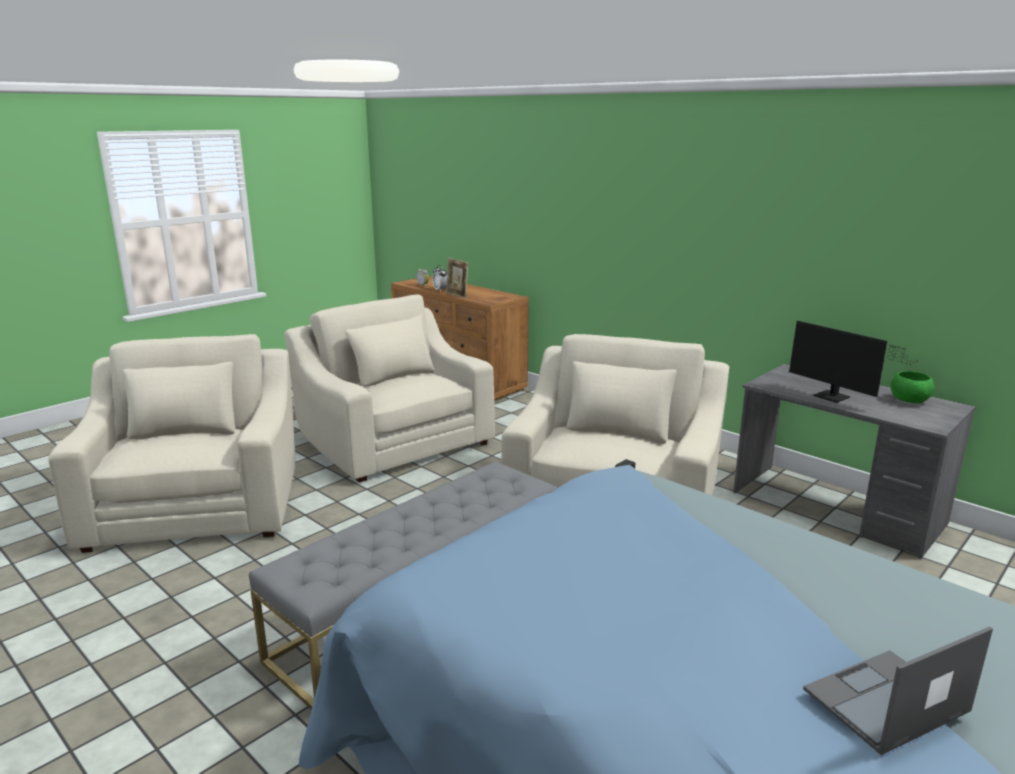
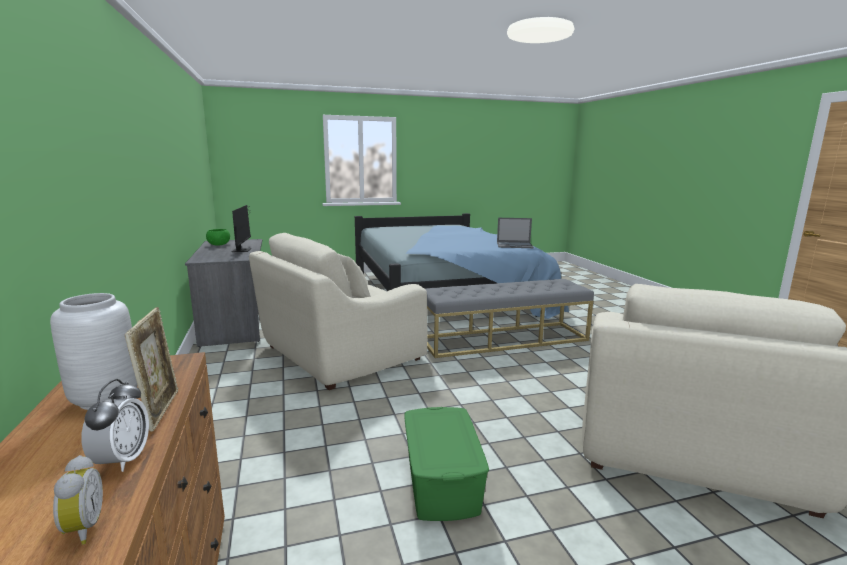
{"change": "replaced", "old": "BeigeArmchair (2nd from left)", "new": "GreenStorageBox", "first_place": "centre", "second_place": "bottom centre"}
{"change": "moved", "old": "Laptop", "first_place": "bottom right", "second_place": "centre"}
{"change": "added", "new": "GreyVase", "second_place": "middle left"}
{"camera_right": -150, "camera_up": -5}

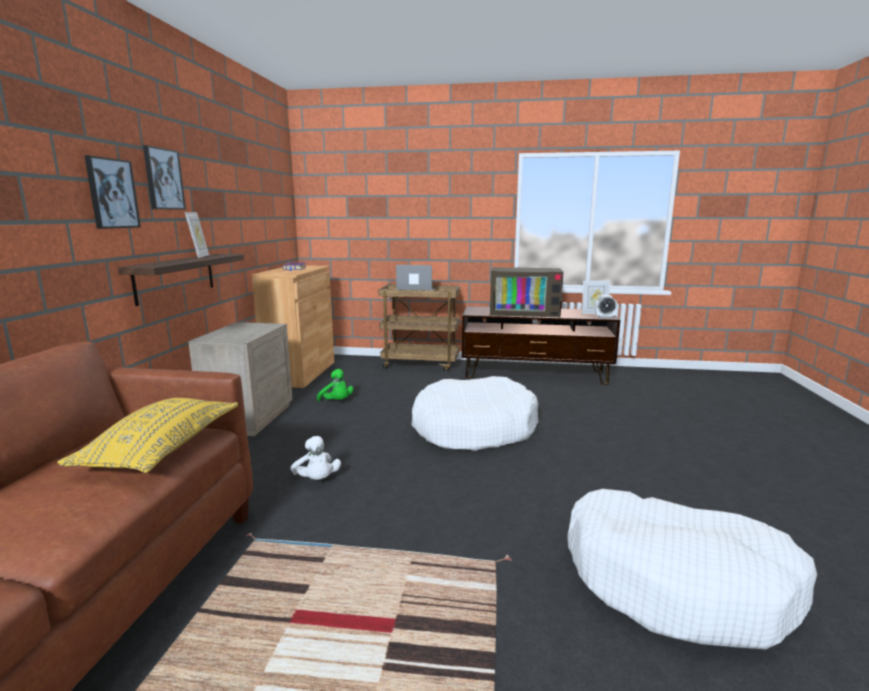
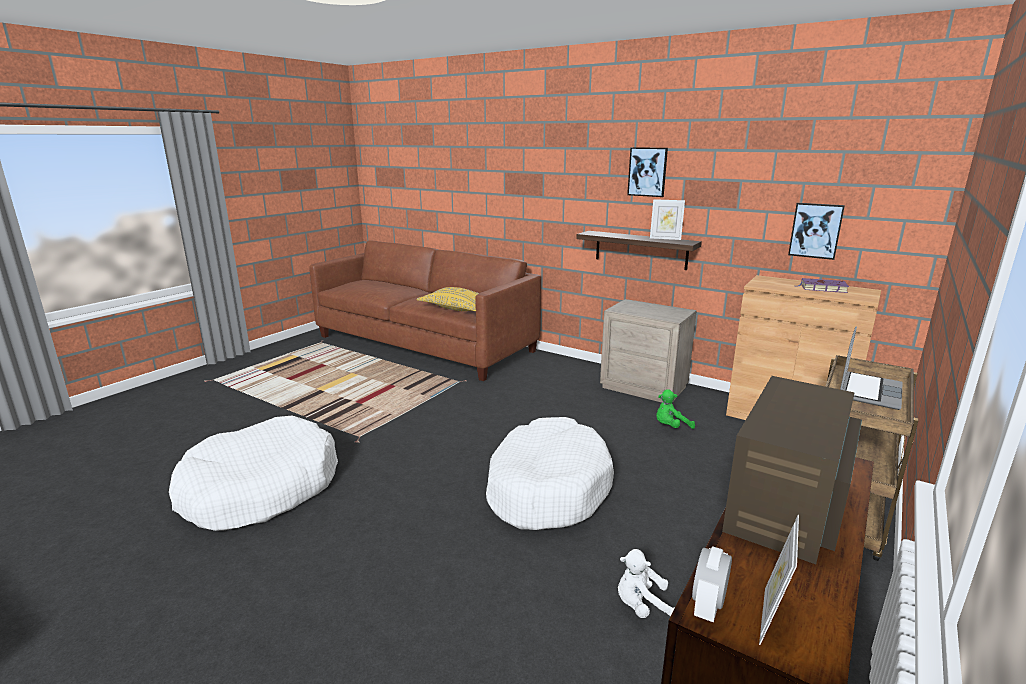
{"change": "moved", "old": "Picture (1st from left in the first image)", "new": "Picture (2nd from left)", "first_place": "top left", "second_place": "middle right"}
{"change": "moved", "old": "WhitePlushToy", "first_place": "centre", "second_place": "bottom centre"}
{"camera_right": 115, "camera_up": 5}

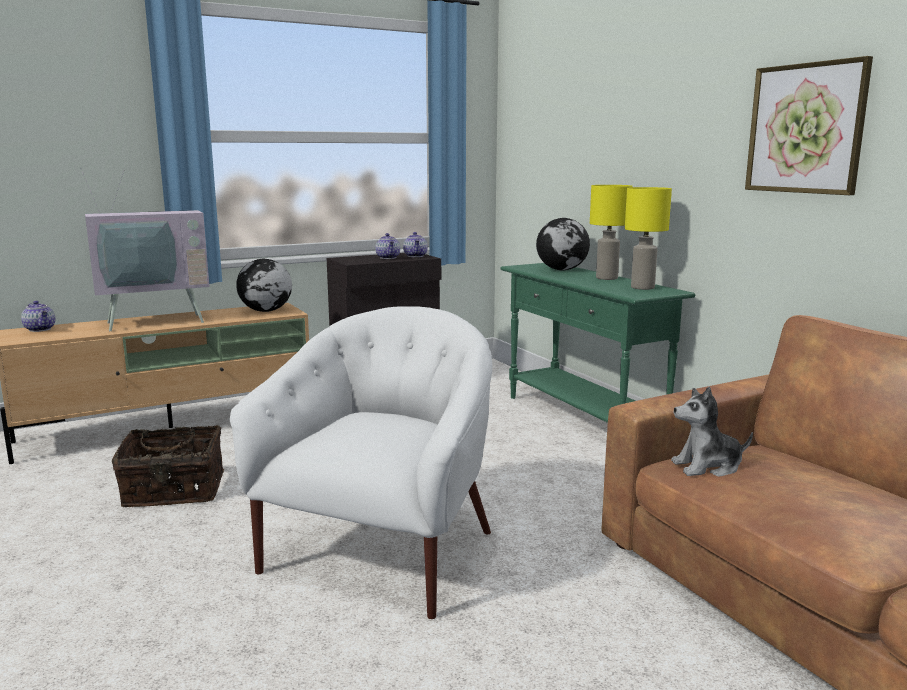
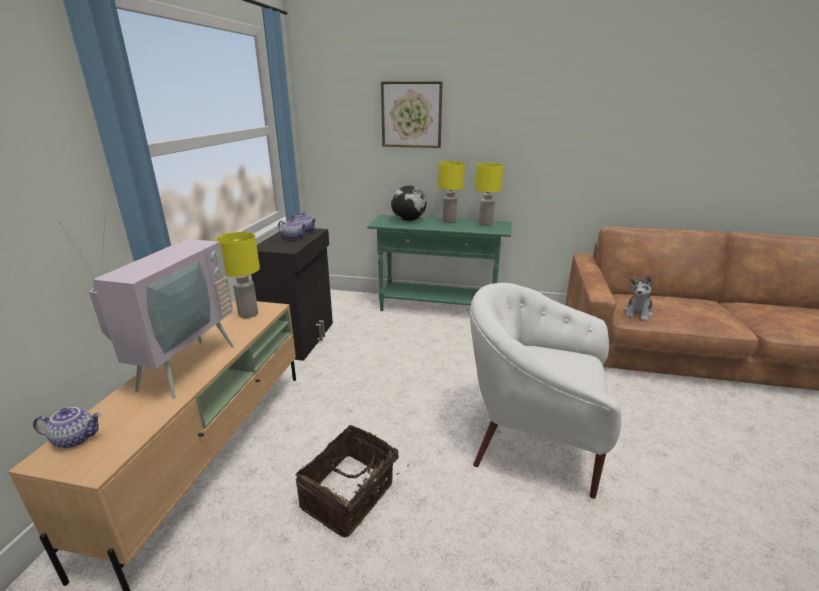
{"change": "turned", "old": "WhiteArmchair", "first_place": "bottom centre", "second_place": "centre", "degrees": -45}
{"change": "replaced", "old": "Globe (1st from left)", "new": "YellowTableLamp (1st from left)", "first_place": "middle left", "second_place": "middle left"}
{"change": "moved", "old": "Picture", "first_place": "top right", "second_place": "top centre"}
{"camera_right": -50, "camera_up": 10}

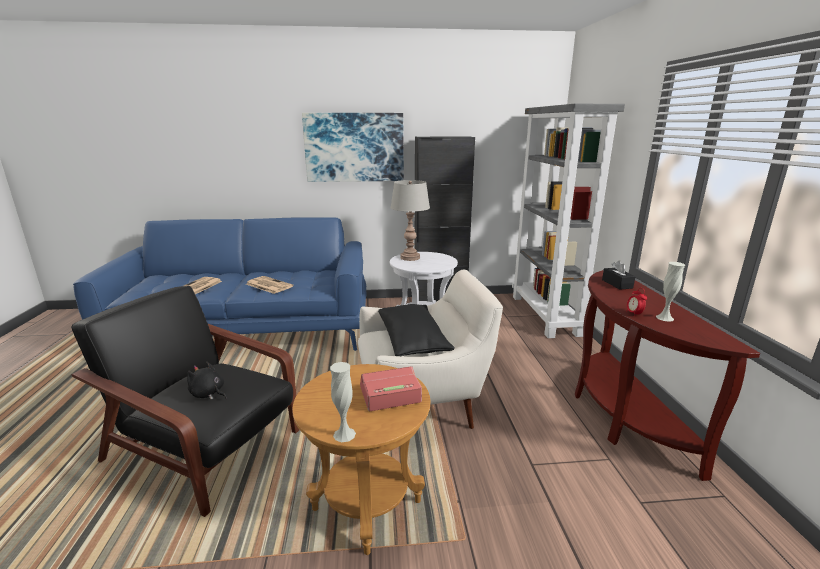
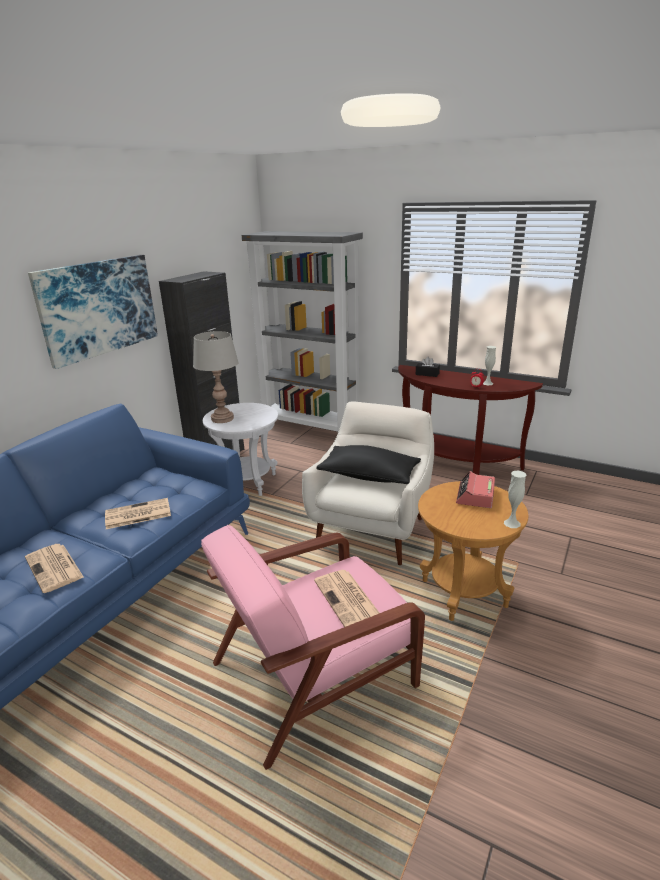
{"change": "recoloured", "old": "BlackArmchair", "new": "PinkArmchair", "first_place": "bottom left", "second_place": "bottom centre"}
{"change": "replaced", "old": "BlackPlushToy", "new": "Newspaper (3rd from left)", "first_place": "bottom left", "second_place": "bottom centre"}
{"camera_right": -55, "camera_up": 5}

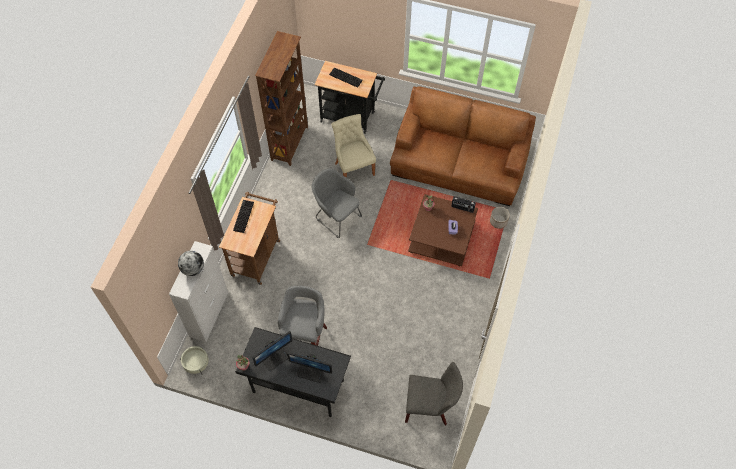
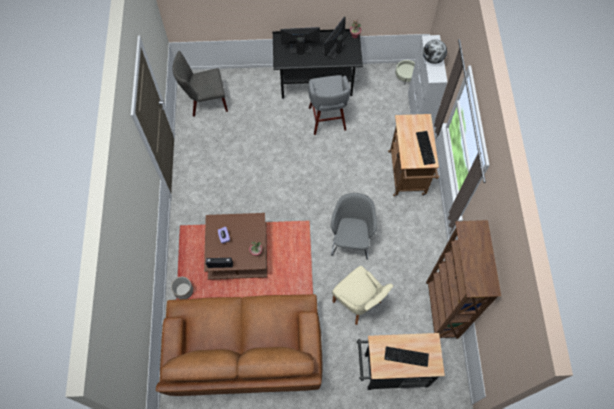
{"change": "turned", "old": "GreyArmchair", "first_place": "centre", "second_place": "centre", "degrees": -105}
{"camera_right": 160, "camera_up": 5}

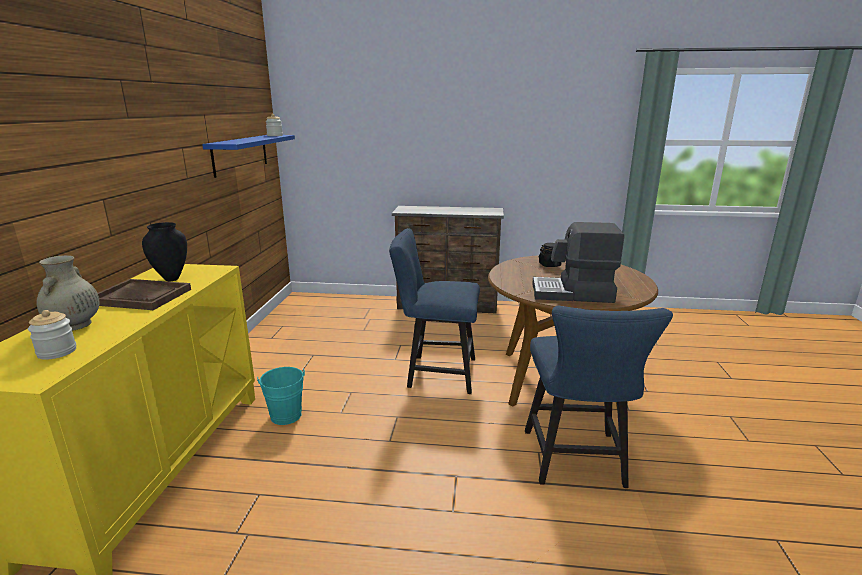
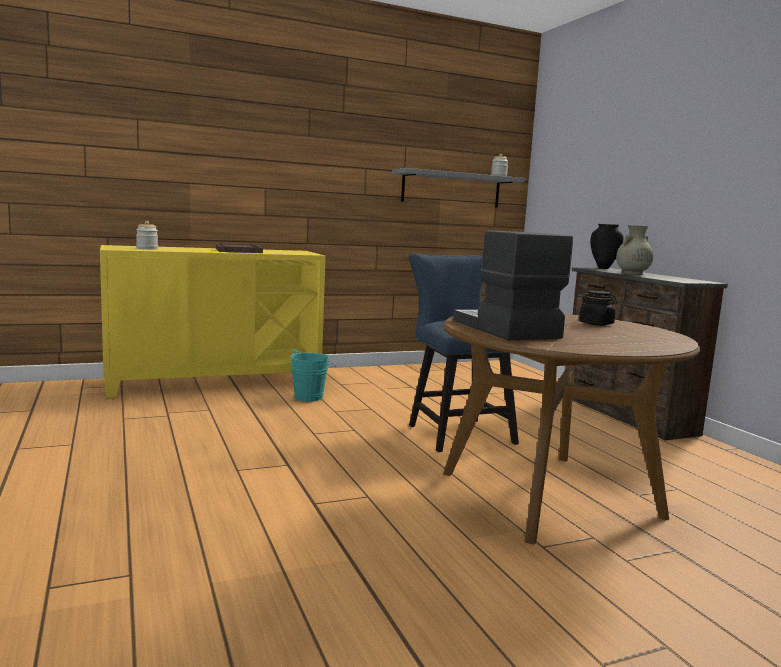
{"change": "moved", "old": "BeigeVase", "first_place": "middle left", "second_place": "middle right"}
{"change": "moved", "old": "BlackVase", "first_place": "middle left", "second_place": "middle right"}
{"change": "recoloured", "old": "BlueShelf", "new": "GreyShelf", "first_place": "top left", "second_place": "top centre"}
{"change": "removed", "old": "BlueChair (2nd from left)", "first_place": "bottom right"}
{"camera_right": 60, "camera_up": -10}

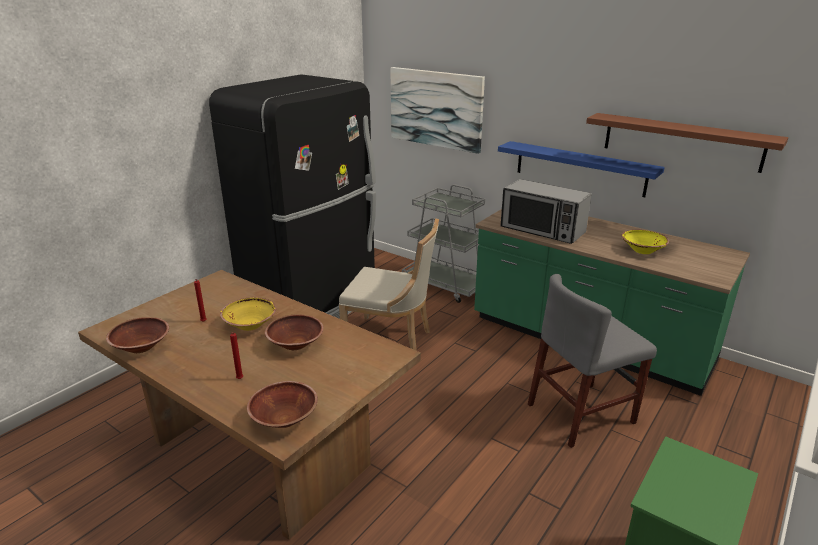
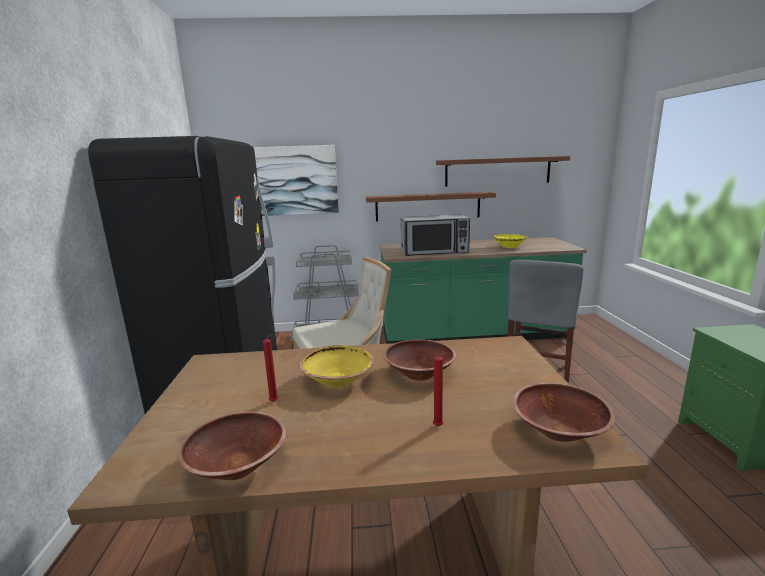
{"change": "recoloured", "old": "BlueShelf", "new": "BrownShelf (1st from left)", "first_place": "top right", "second_place": "centre"}
{"camera_right": -40, "camera_up": -10}

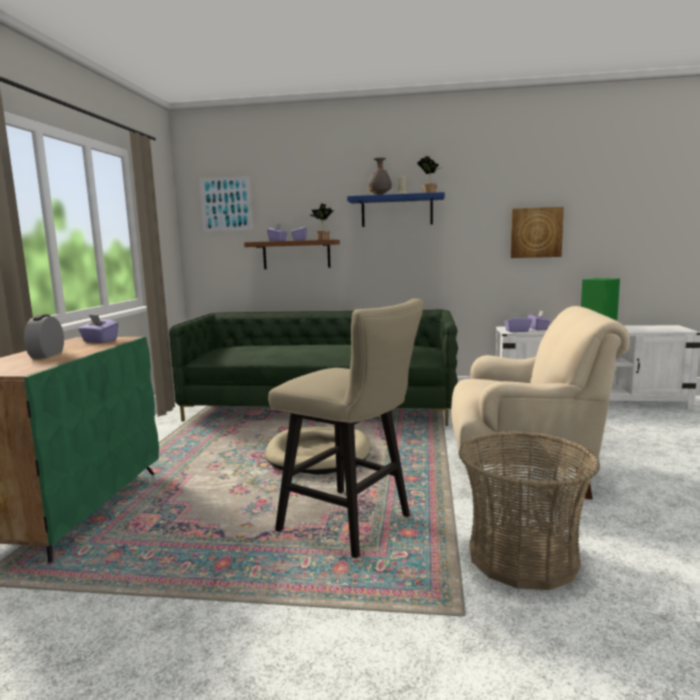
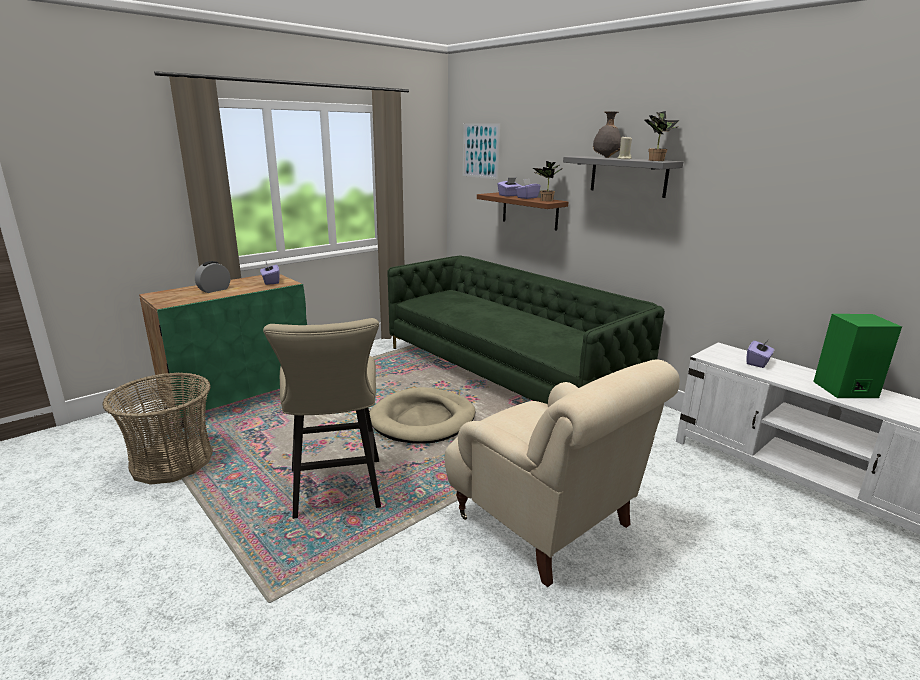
{"change": "recoloured", "old": "BlueShelf", "new": "GreyShelf", "first_place": "top centre", "second_place": "top right"}
{"change": "moved", "old": "Basket", "first_place": "bottom right", "second_place": "middle left"}
{"change": "removed", "old": "PurpleTissueBox (4th from left)", "first_place": "middle right"}
{"change": "removed", "old": "Picture (2nd from left)", "first_place": "top right"}
{"camera_right": 40, "camera_up": 10}

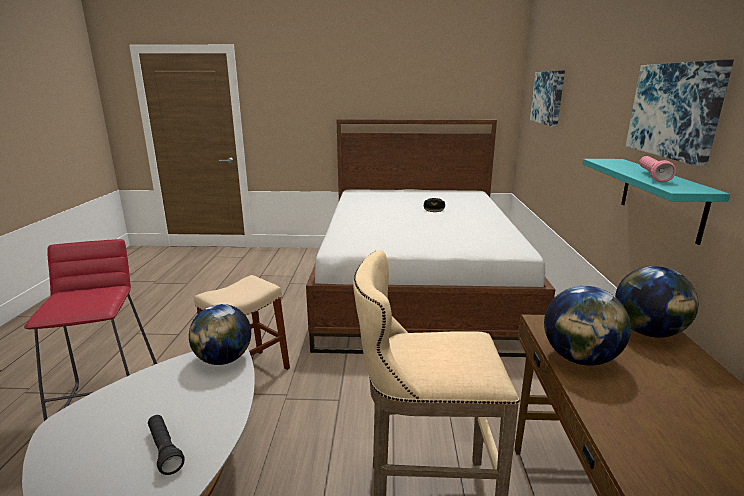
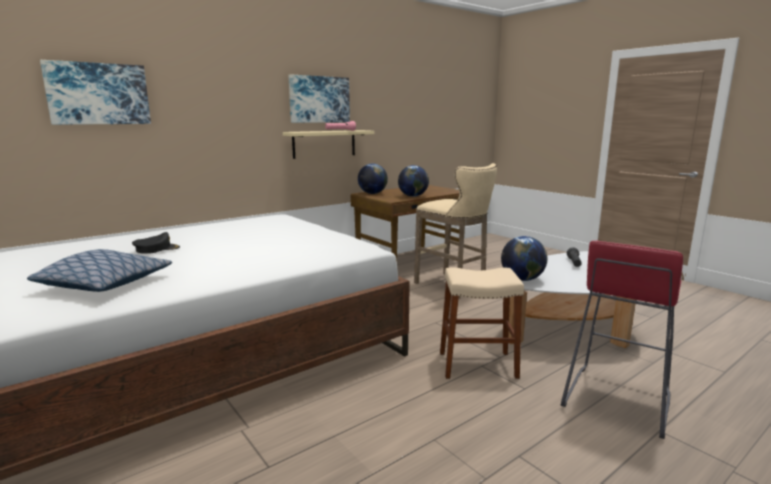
{"change": "recoloured", "old": "TurquoiseShelf", "new": "BeigeShelf", "first_place": "middle right", "second_place": "top centre"}
{"change": "added", "new": "Pillow", "second_place": "middle left"}
{"camera_right": -130, "camera_up": -5}

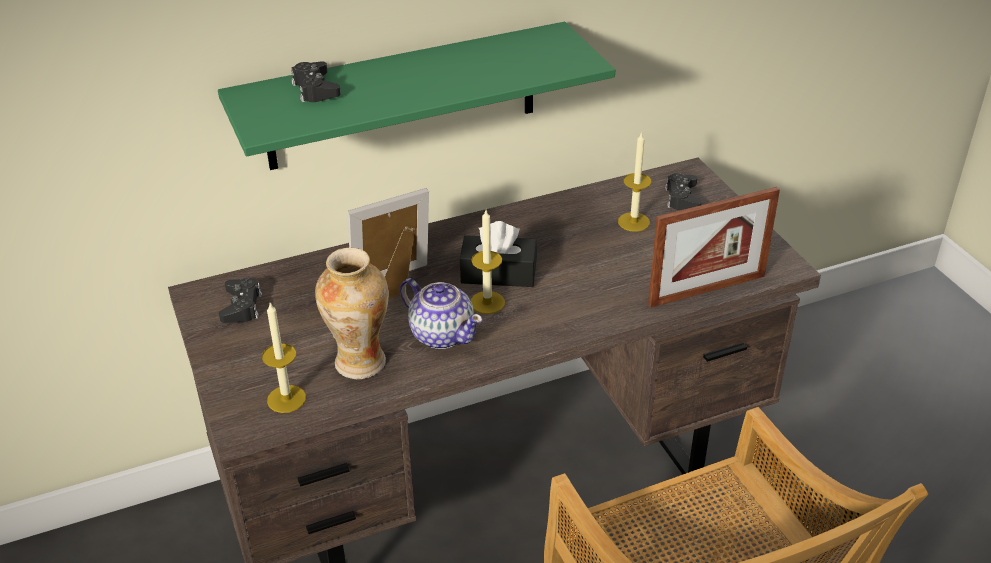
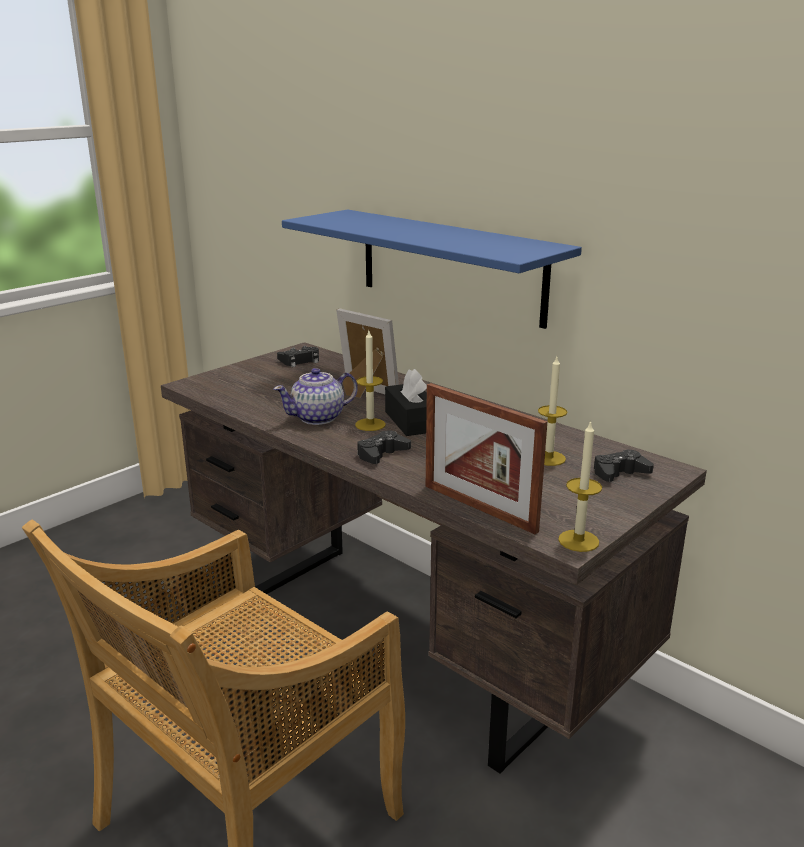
{"change": "recoloured", "old": "GreenShelf", "new": "BlueShelf", "first_place": "top centre", "second_place": "top centre"}
{"change": "moved", "old": "Candle (1st from left in the first image)", "new": "Candle (3rd from left)", "first_place": "middle left", "second_place": "middle right"}
{"change": "moved", "old": "BlackGameController (2nd from left)", "first_place": "top left", "second_place": "centre"}
{"change": "removed", "old": "Vase", "first_place": "centre"}
{"change": "turned", "old": "Teapot", "first_place": "centre", "second_place": "centre", "degrees": 45}
{"camera_right": 65, "camera_up": -15}

